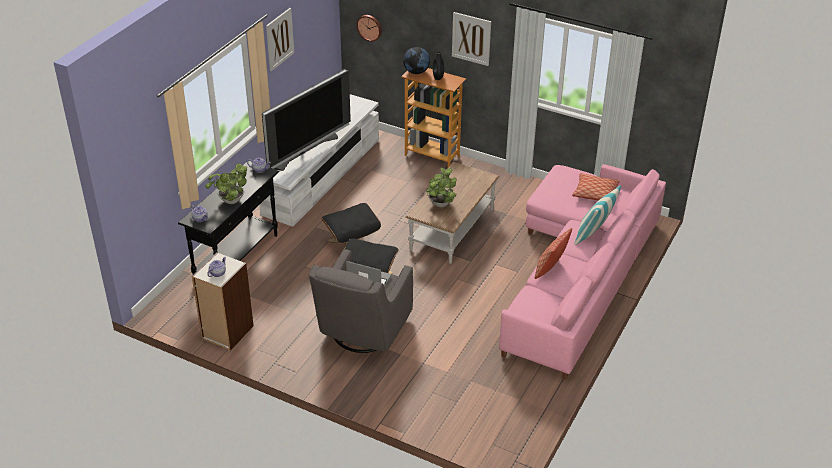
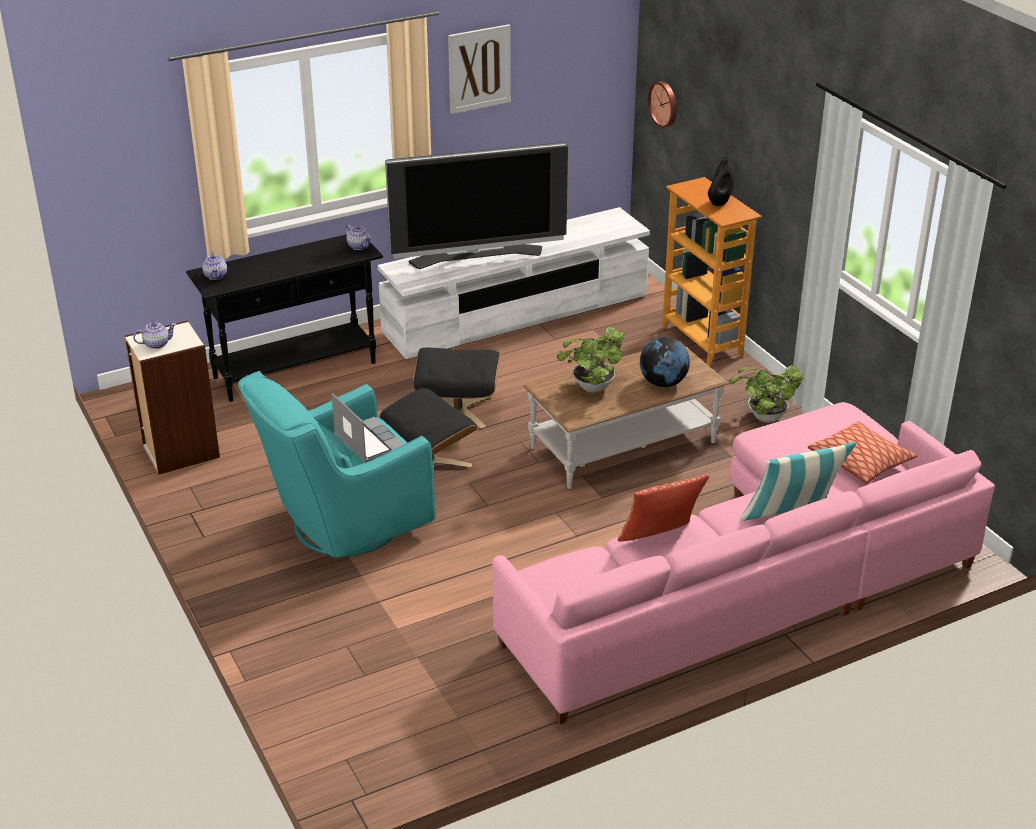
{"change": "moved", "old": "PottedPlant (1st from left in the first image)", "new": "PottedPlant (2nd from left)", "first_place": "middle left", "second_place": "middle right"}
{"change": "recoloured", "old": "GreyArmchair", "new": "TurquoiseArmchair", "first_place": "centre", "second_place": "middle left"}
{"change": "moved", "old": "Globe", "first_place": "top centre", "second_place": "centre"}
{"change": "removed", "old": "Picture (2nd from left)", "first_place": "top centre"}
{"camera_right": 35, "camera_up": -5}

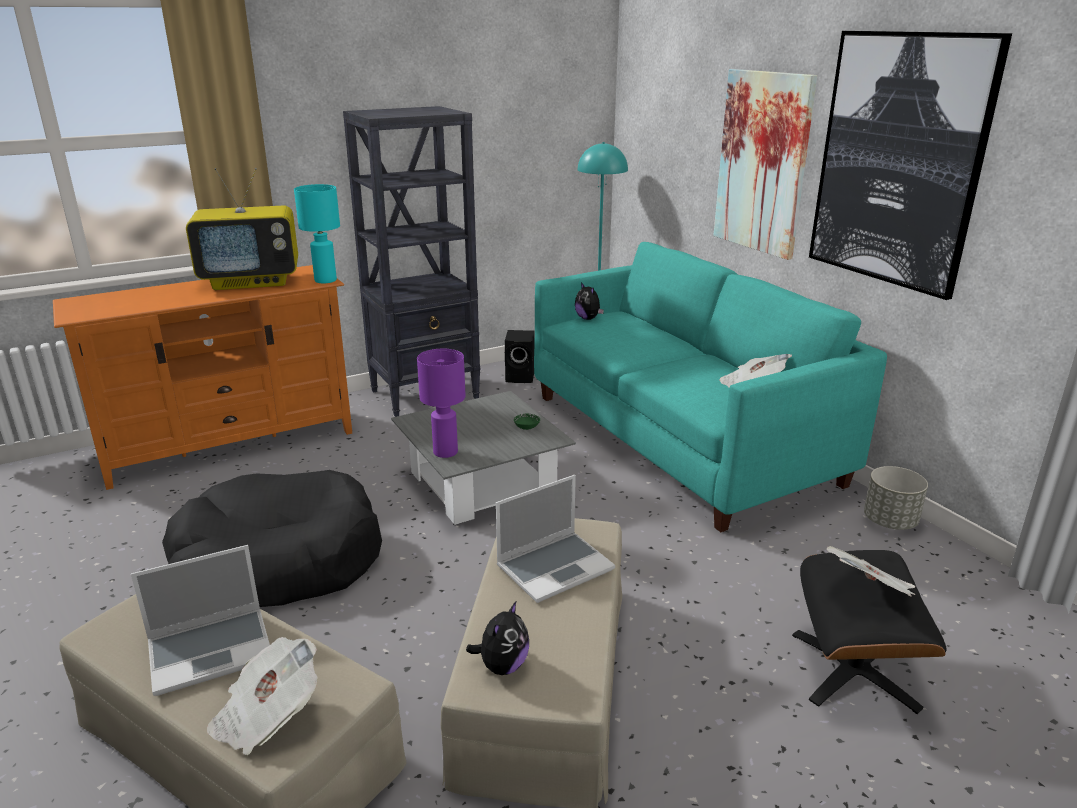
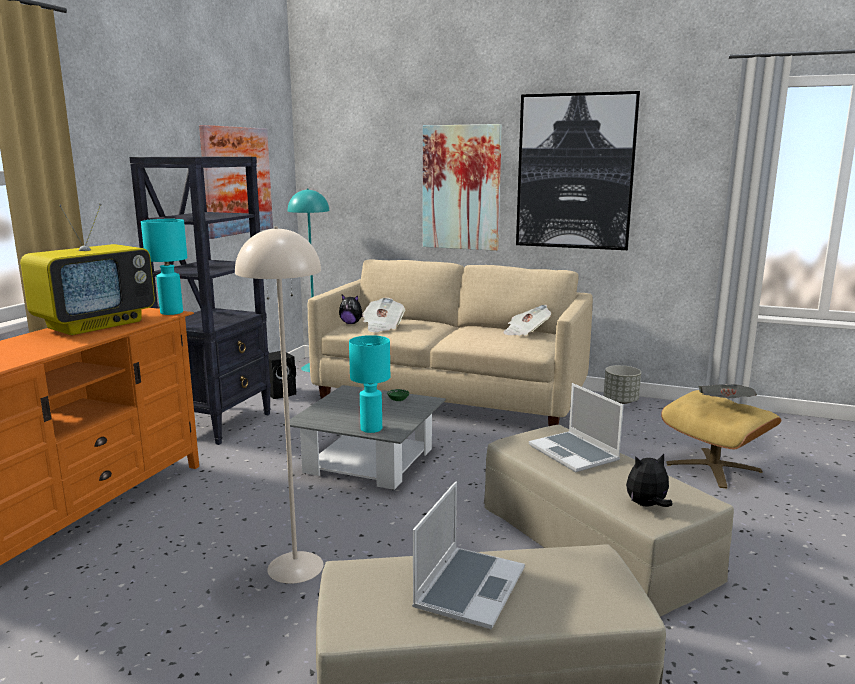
{"change": "replaced", "old": "BlackDogBed", "new": "BeigeFloorLamp", "first_place": "middle left", "second_place": "middle left"}
{"change": "moved", "old": "Newspaper (1st from left)", "first_place": "bottom left", "second_place": "centre"}
{"change": "recoloured", "old": "PurpleTableLamp", "new": "TurquoiseTableLamp (2nd from left)", "first_place": "centre", "second_place": "centre"}
{"change": "turned", "old": "PlushToy (1st from left in the first image)", "first_place": "bottom centre", "second_place": "bottom right", "degrees": -90}
{"change": "turned", "old": "Laptop (2nd from left)", "first_place": "bottom centre", "second_place": "middle right", "degrees": 135}
{"change": "recoloured", "old": "TurquoiseSofa", "new": "BeigeSofa", "first_place": "centre", "second_place": "centre"}
{"change": "recoloured", "old": "BlackOttoman", "new": "BeigeOttoman (3rd from left)", "first_place": "bottom right", "second_place": "middle right"}
{"change": "added", "new": "Picture (1st from left)", "second_place": "top left"}
{"camera_right": -40, "camera_up": -10}

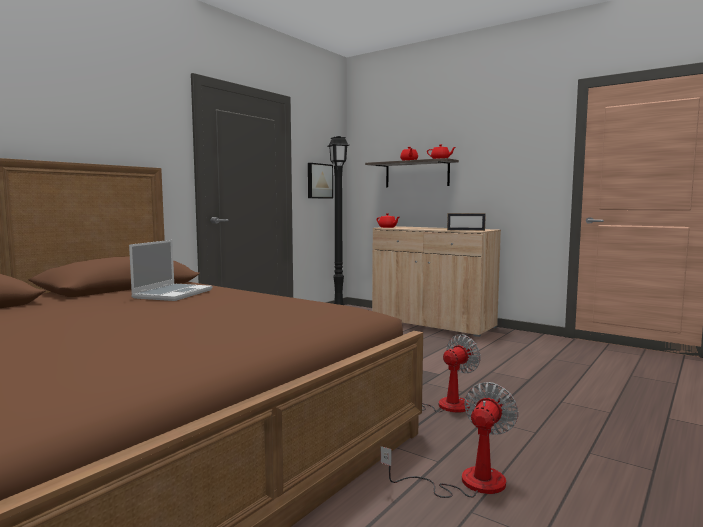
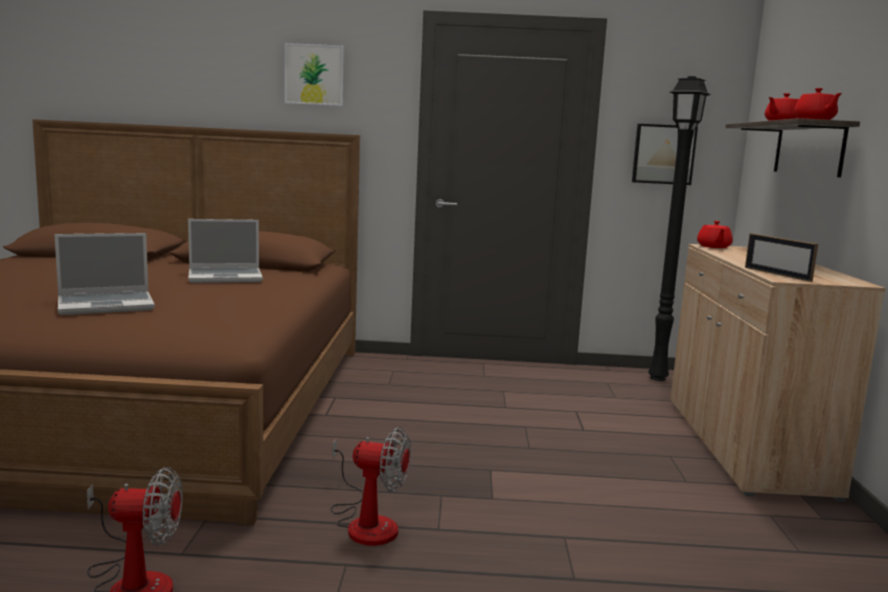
{"change": "added", "new": "Laptop (1st from left)", "second_place": "middle left"}
{"change": "added", "new": "Picture (1st from left)", "second_place": "top centre"}
{"camera_right": 55, "camera_up": 5}

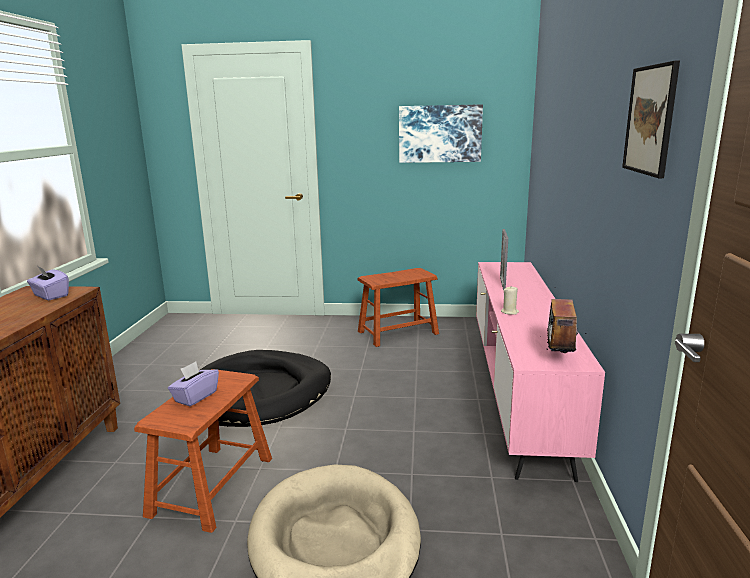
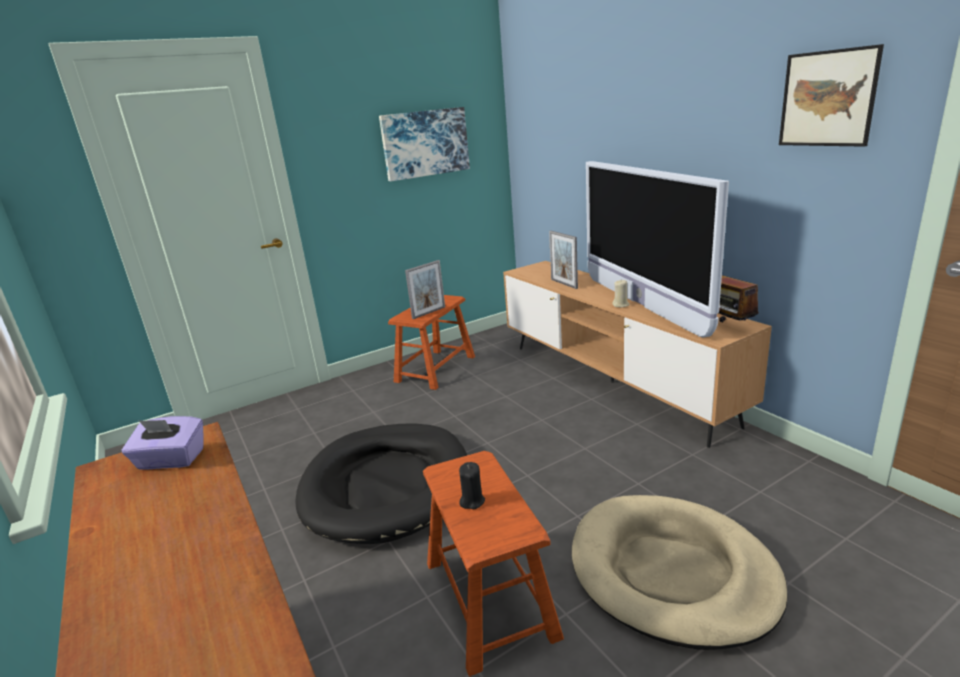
{"change": "replaced", "old": "PurpleTissueBox (2nd from left)", "new": "BlackCandle", "first_place": "middle left", "second_place": "bottom centre"}
{"change": "recoloured", "old": "PinkTvStand", "new": "BrownTvStand", "first_place": "middle right", "second_place": "centre"}
{"change": "added", "new": "PictureFrame (1st from left)", "second_place": "centre"}
{"change": "added", "new": "Television", "second_place": "middle right"}
{"camera_right": -35, "camera_up": 5}

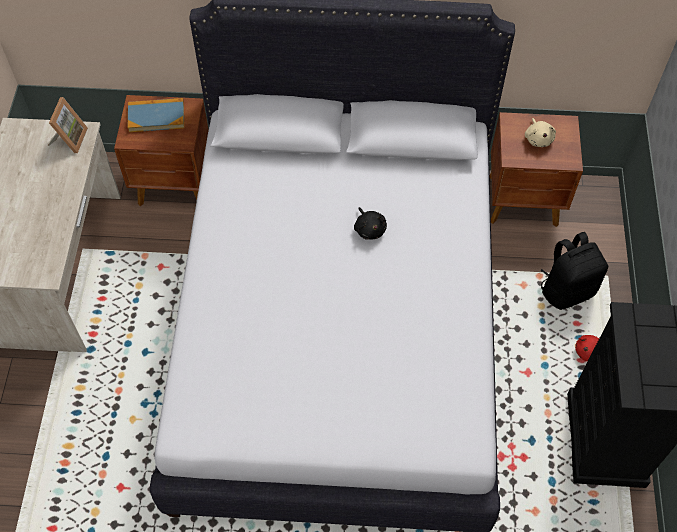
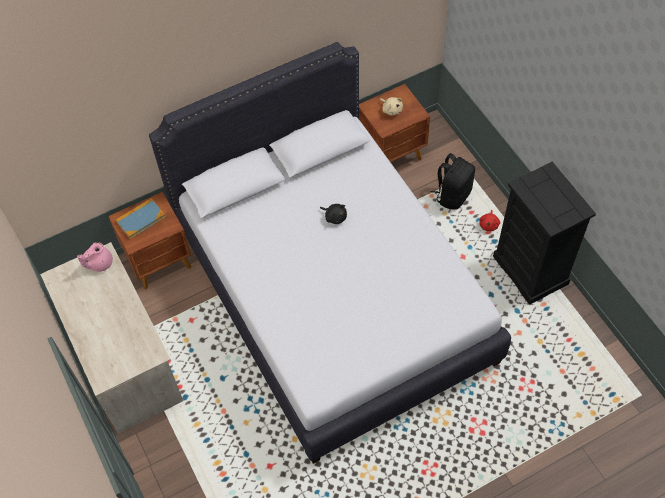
{"change": "replaced", "old": "PictureFrame", "new": "PinkTeapot", "first_place": "top left", "second_place": "middle left"}
{"camera_right": -30, "camera_up": 0}

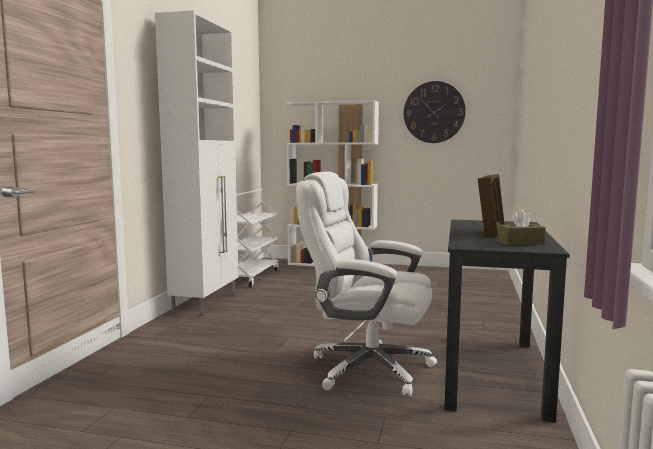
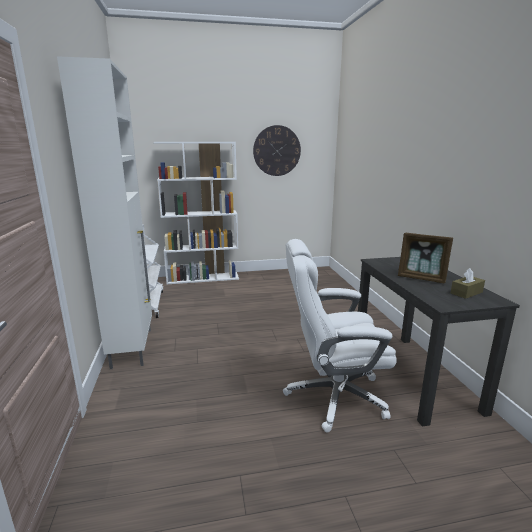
{"change": "turned", "old": "PictureFrame", "first_place": "middle right", "second_place": "middle right", "degrees": 120}
{"camera_right": -25, "camera_up": 10}

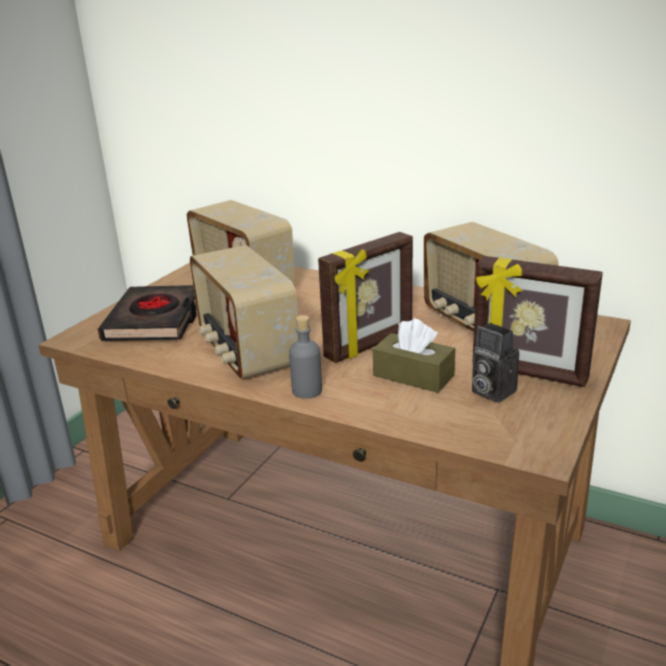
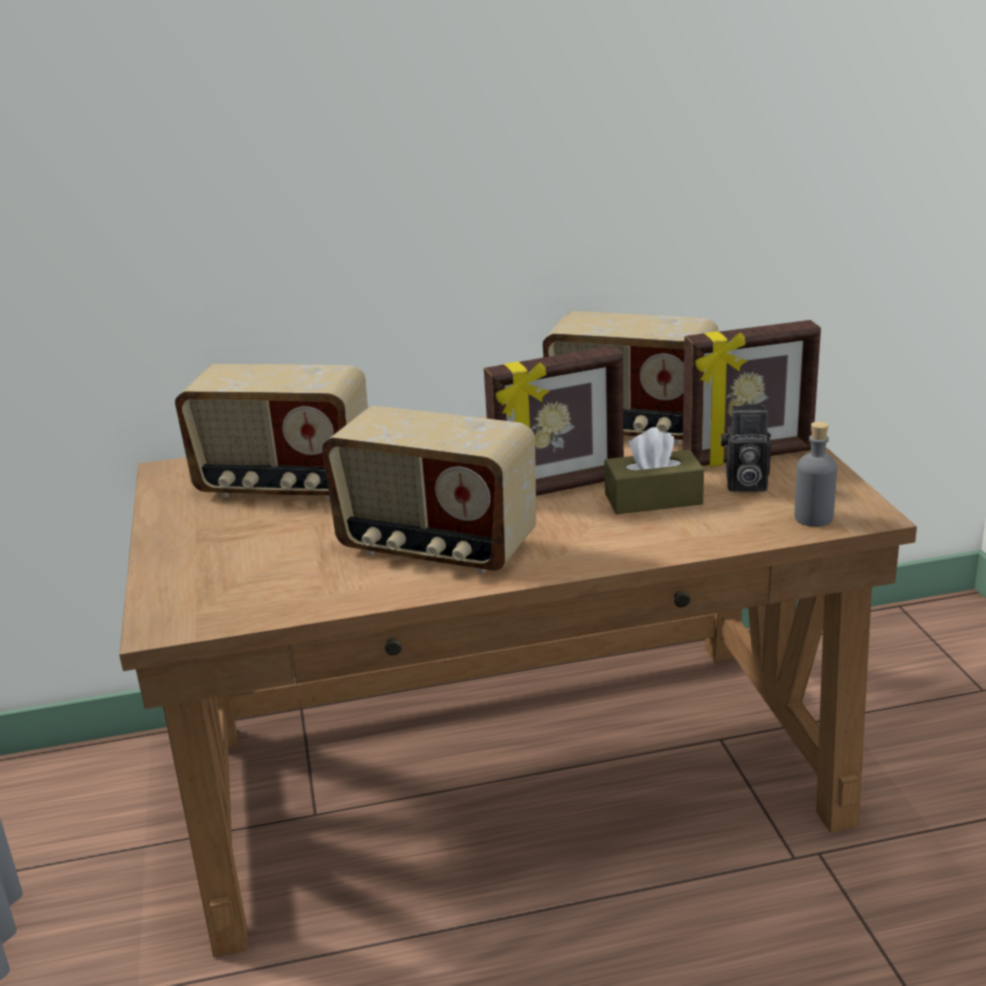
{"change": "removed", "old": "BlackBook", "first_place": "middle left"}
{"change": "moved", "old": "GreyBottle", "first_place": "centre", "second_place": "middle right"}
{"change": "turned", "old": "PictureFrame (1st from left)", "first_place": "centre", "second_place": "centre", "degrees": 60}
{"camera_right": -40, "camera_up": 0}

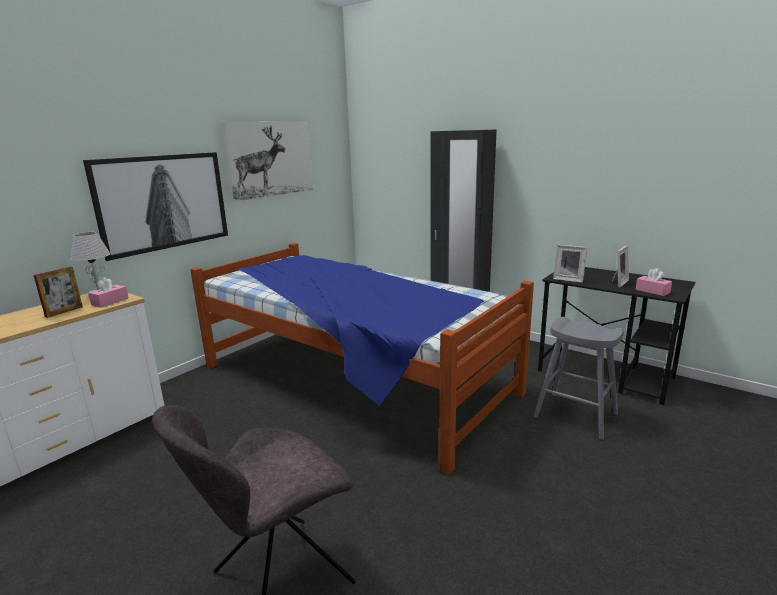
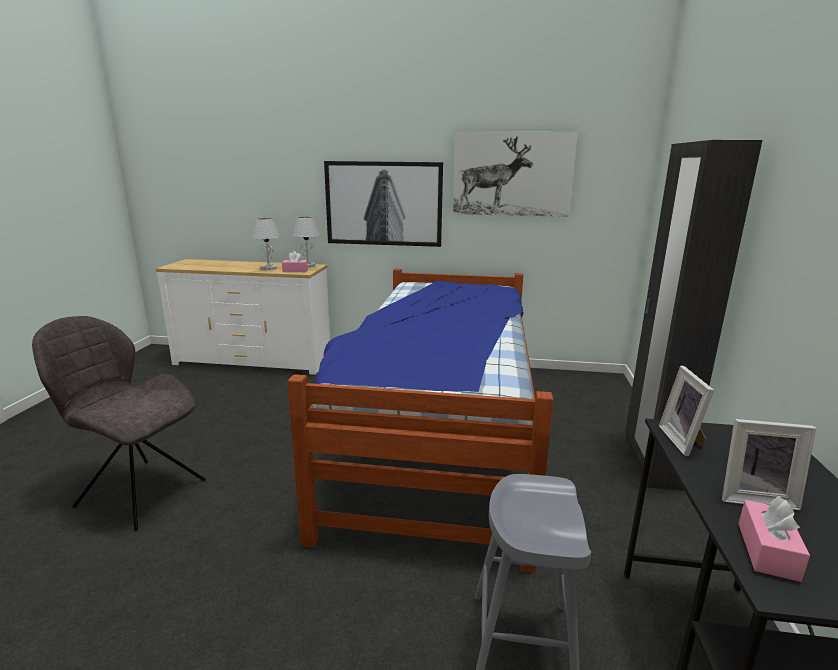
{"change": "replaced", "old": "PictureFrame (1st from left)", "new": "WhiteTableLamp (1st from left)", "first_place": "middle left", "second_place": "middle left"}
{"camera_right": 60, "camera_up": 0}

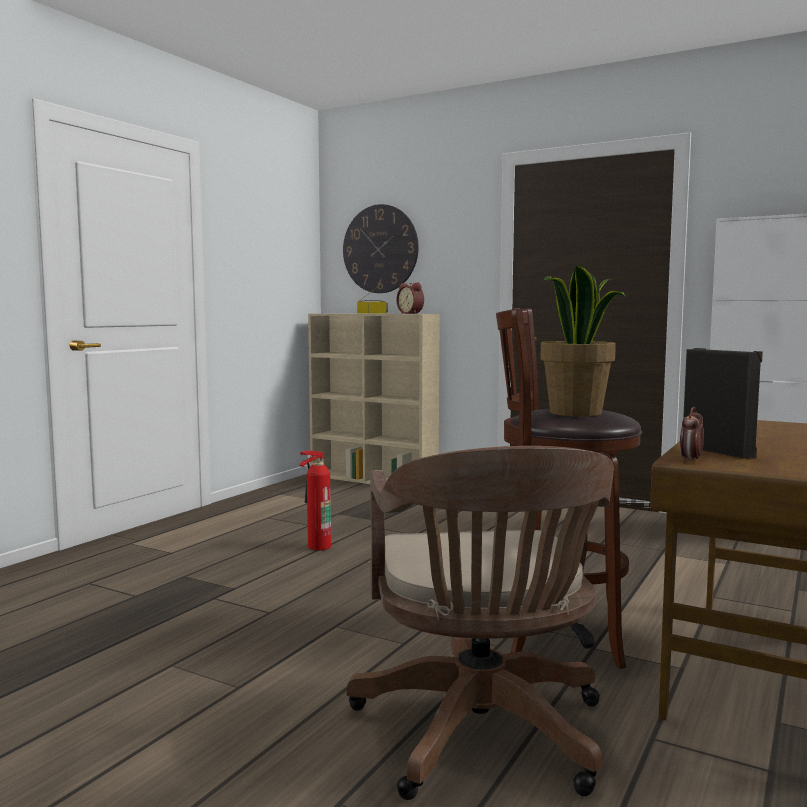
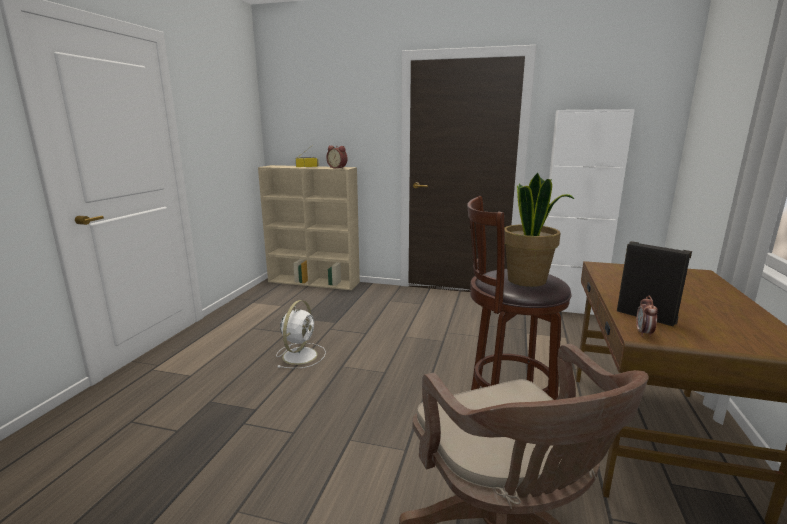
{"change": "replaced", "old": "FireExtinguisher", "new": "WhiteFan", "first_place": "centre", "second_place": "centre"}
{"change": "removed", "old": "WallClock", "first_place": "top centre"}
{"camera_right": -15, "camera_up": 10}

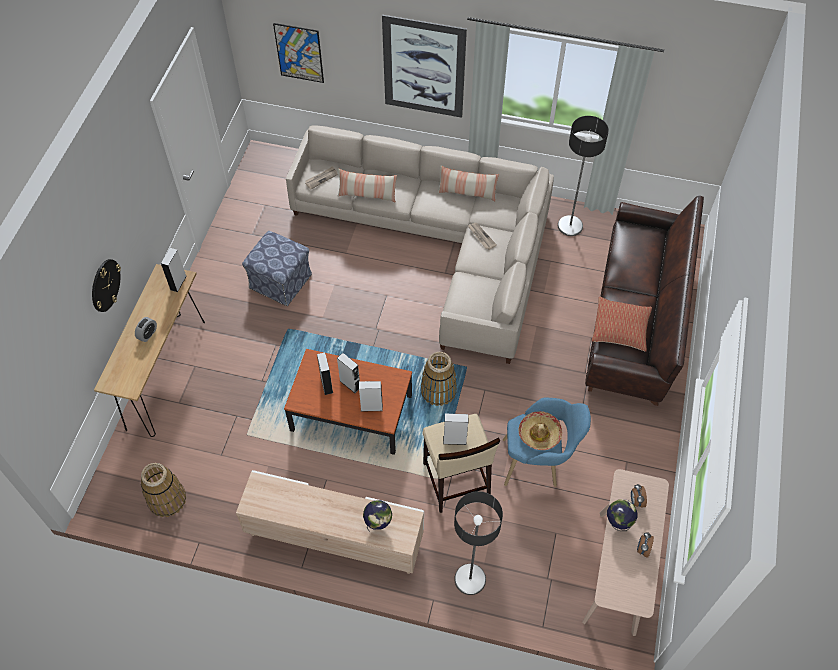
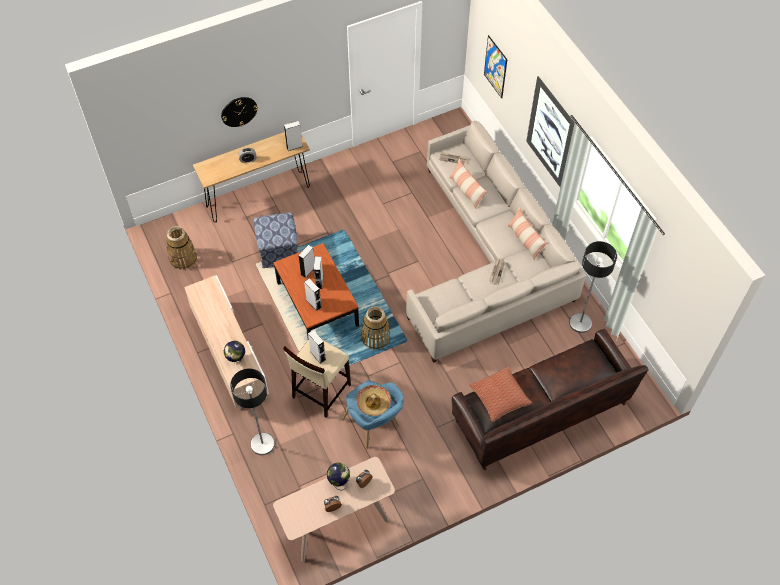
{"change": "moved", "old": "Ottoman", "first_place": "middle left", "second_place": "centre"}
{"camera_right": 50, "camera_up": 0}

